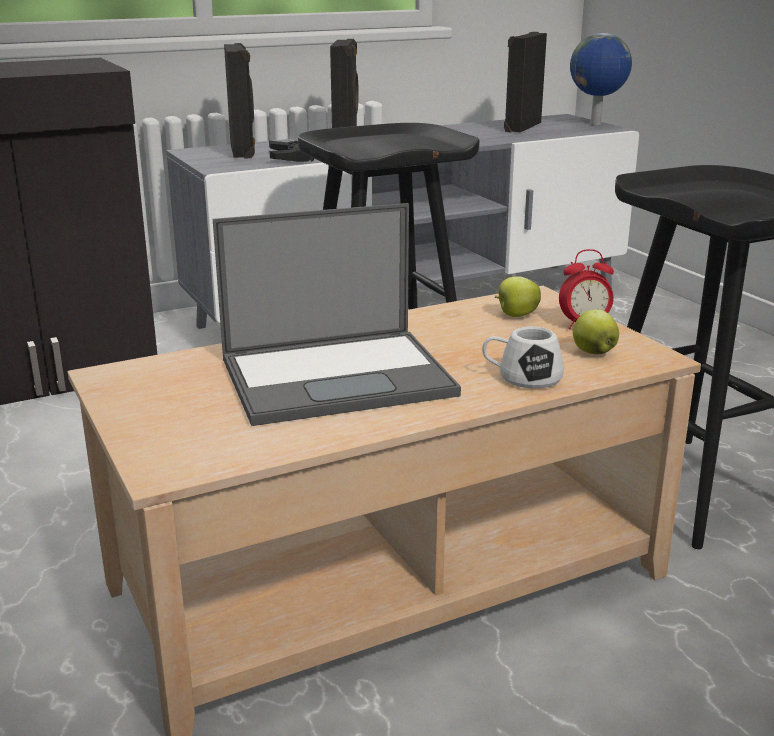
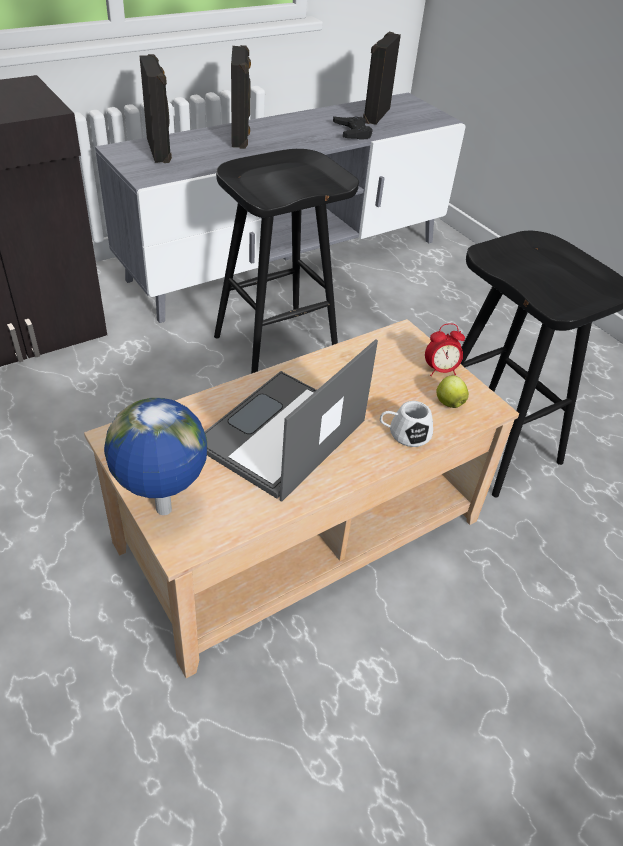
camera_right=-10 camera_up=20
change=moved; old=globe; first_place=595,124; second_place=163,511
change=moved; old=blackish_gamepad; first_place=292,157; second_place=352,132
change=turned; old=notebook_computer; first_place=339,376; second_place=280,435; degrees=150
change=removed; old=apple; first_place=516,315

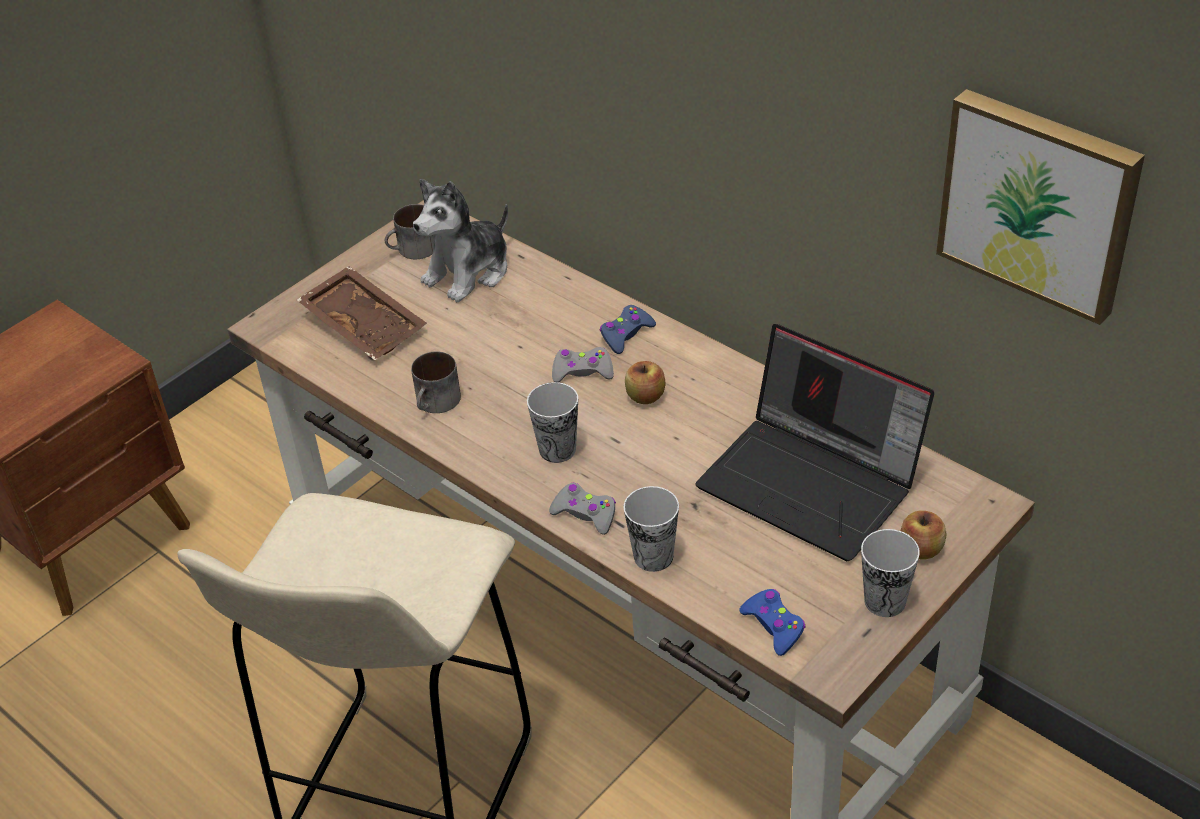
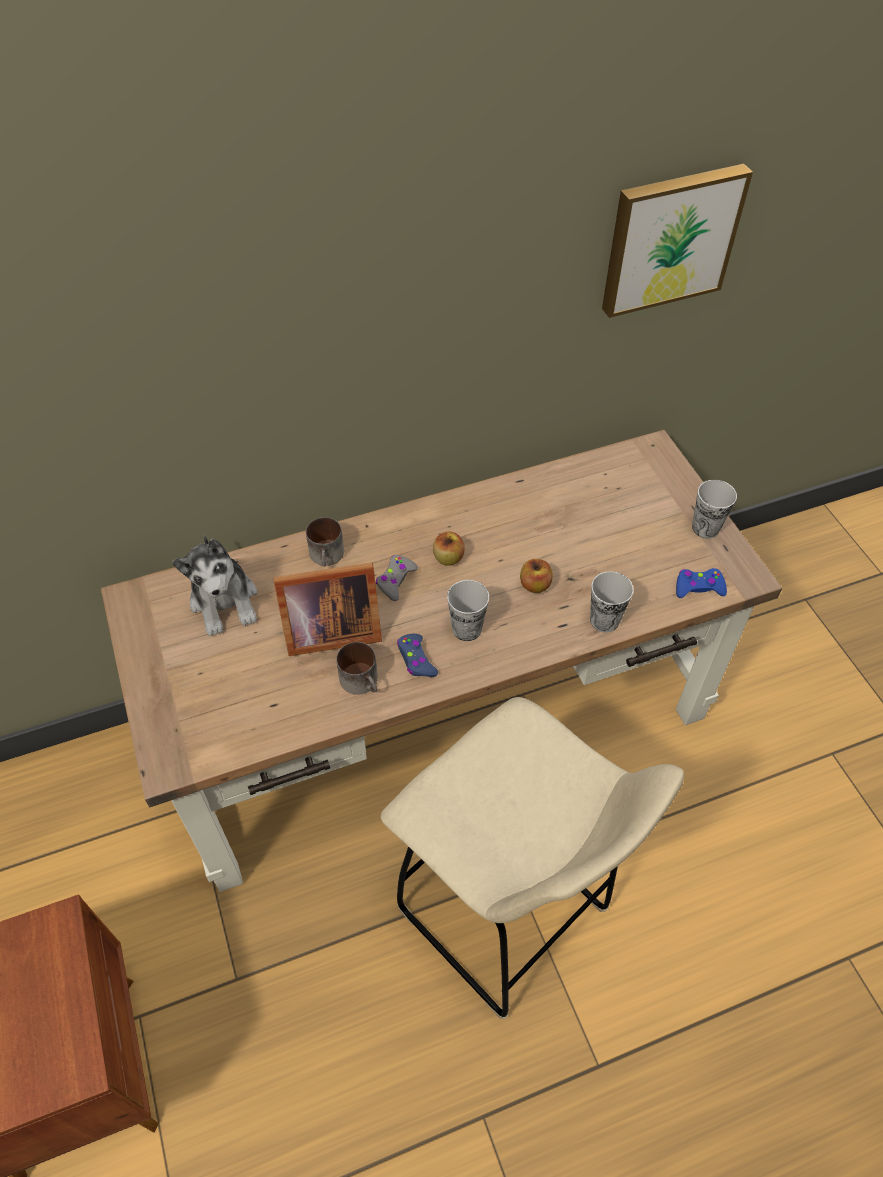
camera_right=-65 camera_up=10
change=moved; old=tea_mug; first_place=413,250; second_place=328,556
change=removed; old=brown-coloured_tray; first_place=366,324
change=moved; old=blue_gamepad; first_place=626,334; second_place=416,660
change=removed; old=notebook_computer; first_place=813,482
change=removed; old=grey_gamepad; first_place=585,514
change=moved; old=apple; first_place=921,549; second_place=535,585
change=added; new=photo_frame; second_place=328,631

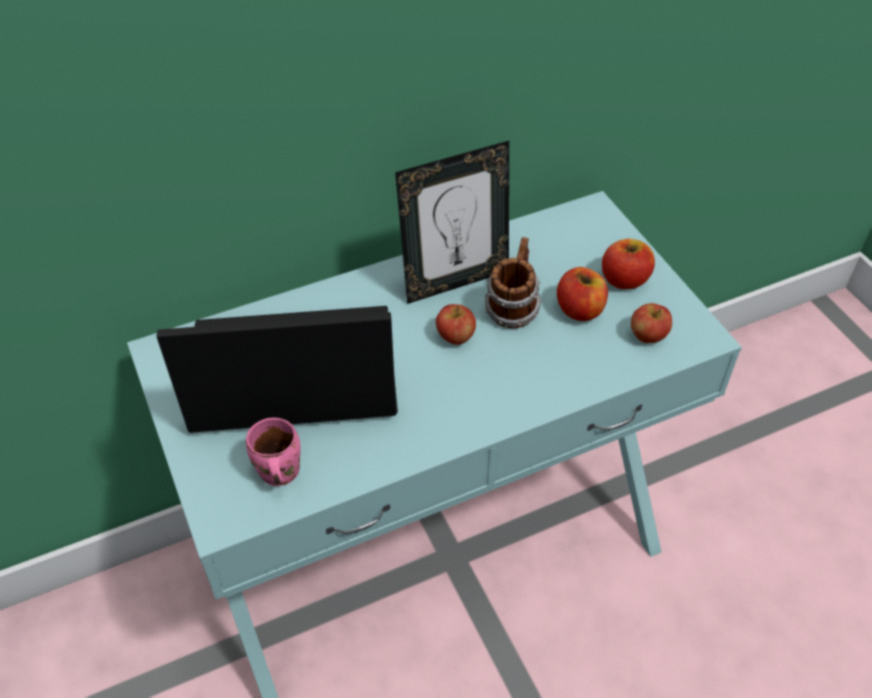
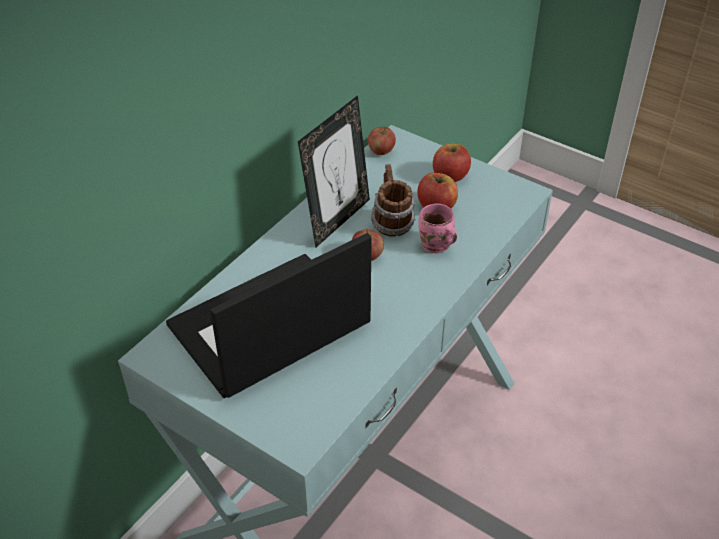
camera_right=-30 camera_up=-5
change=moved; old=apple; first_place=647,336; second_place=381,151
change=moved; old=pink_tea_mug; first_place=277,473; second_place=435,246

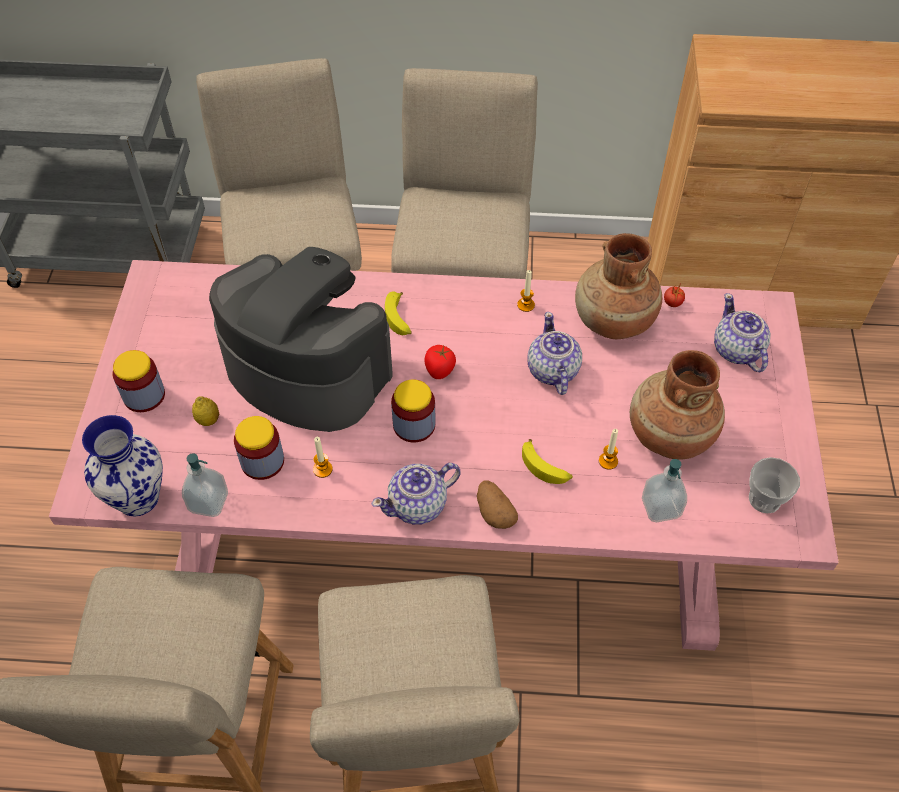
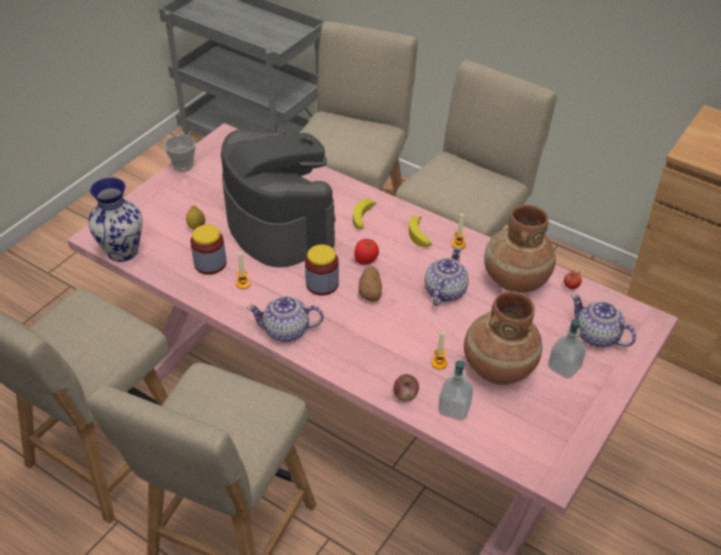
camera_right=30 camera_up=-10
change=turned; old=tea_pot; first_place=737,351; second_place=597,336; degrees=-60
change=removed; old=storage_jar; first_place=144,395
change=moved; old=whole_banana; first_place=545,467; second_place=420,236
change=moved; old=liquid_soap_bottle; first_place=208,502; second_place=564,367
change=moved; old=cup; first_place=764,499; second_place=183,165
change=moved; old=spud; first_place=494,512; second_place=370,291
change=added; new=apple; second_place=405,395

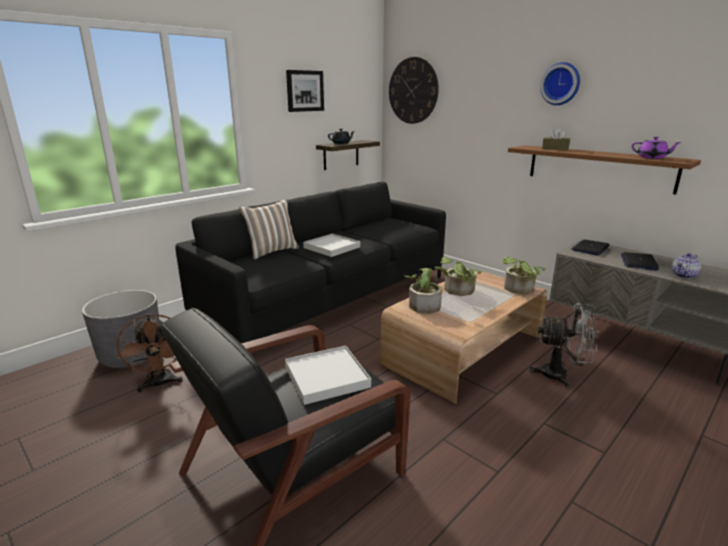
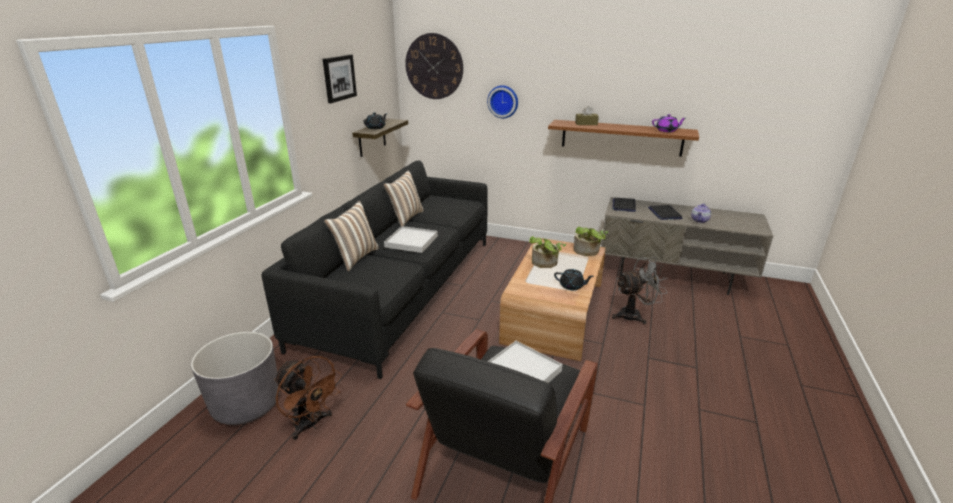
camera_right=-25 camera_up=5
change=moved; old=clock_on_the_wall; first_place=561,84; second_place=503,101
change=removed; old=potted_plant; first_place=425,304
change=added; new=throw_pillow; second_place=405,218
change=added; new=blackish_tea_pot; second_place=572,286

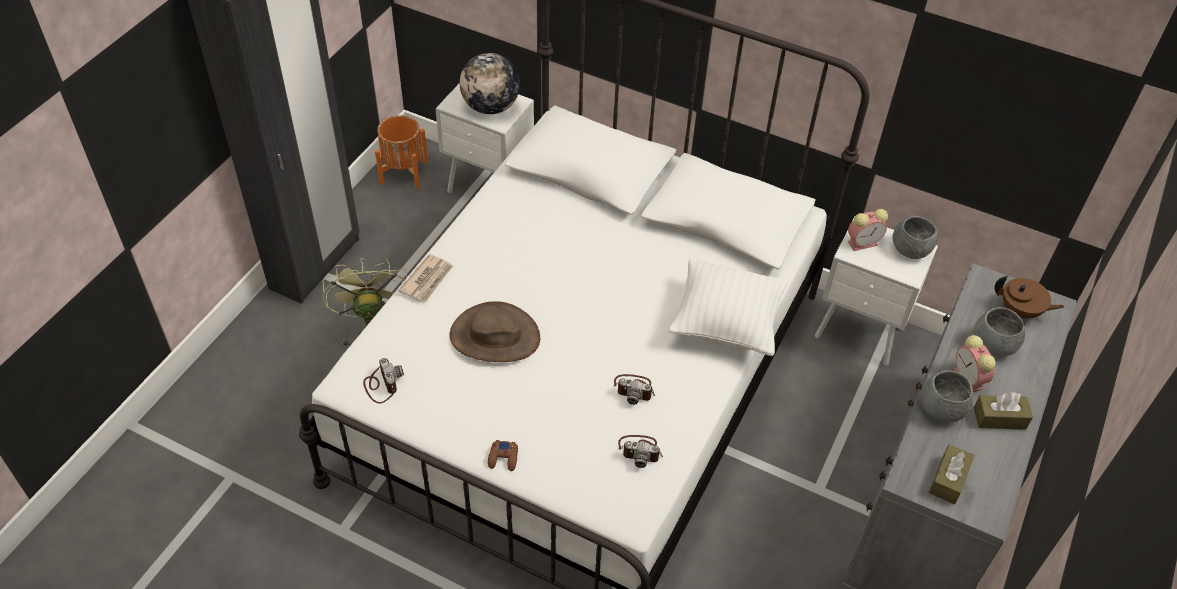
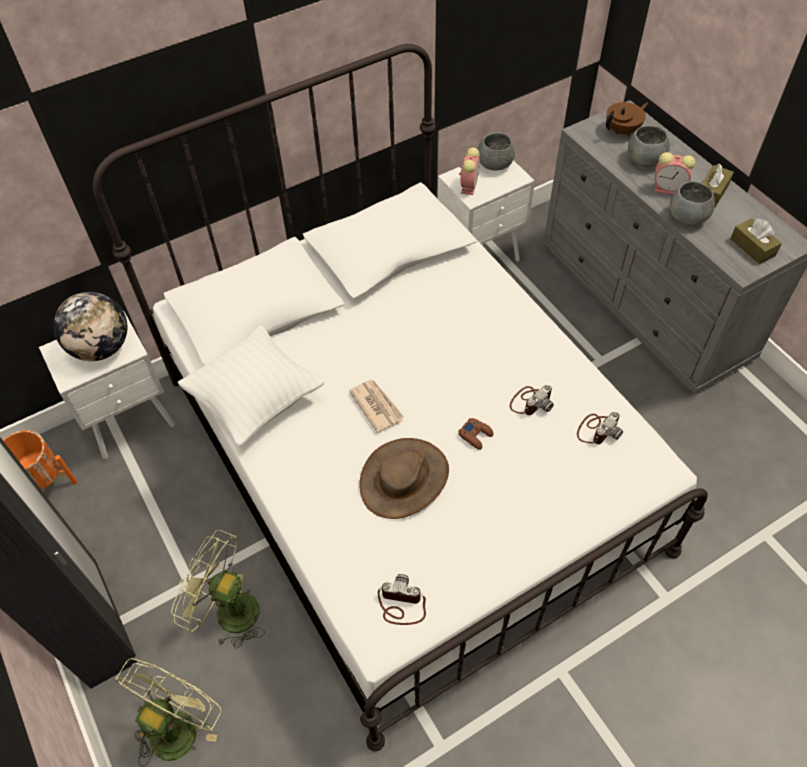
camera_right=-55 camera_up=5
change=moved; old=printed_paper; first_place=427,280; second_place=376,406
change=moved; old=white_throw_pillow; first_place=726,324; second_place=255,400
change=moved; old=brown-coloured_gamepad; first_place=503,458; second_place=475,435
change=added; new=green_cooling_fan; second_place=178,724

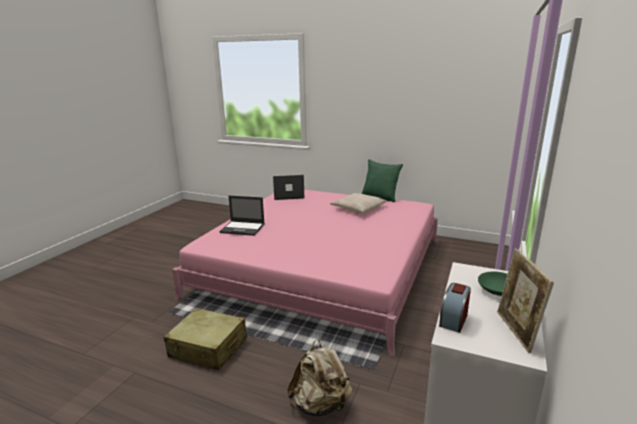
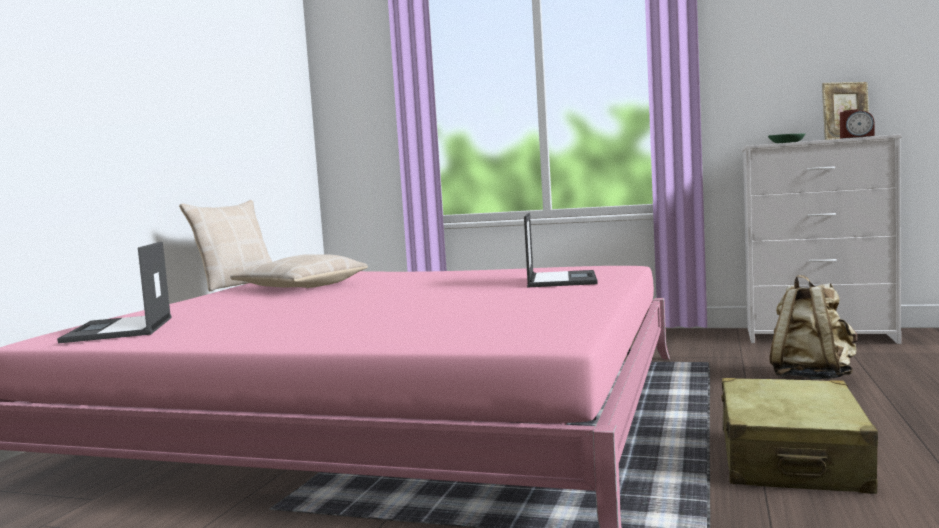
camera_right=-95 camera_up=-15
change=recoloured; old=green_throw_pillow; new=beige-coloured_throw_pillow; first_place=380,197; second_place=236,284
change=moved; old=notebook_computer; first_place=243,228; second_place=561,280

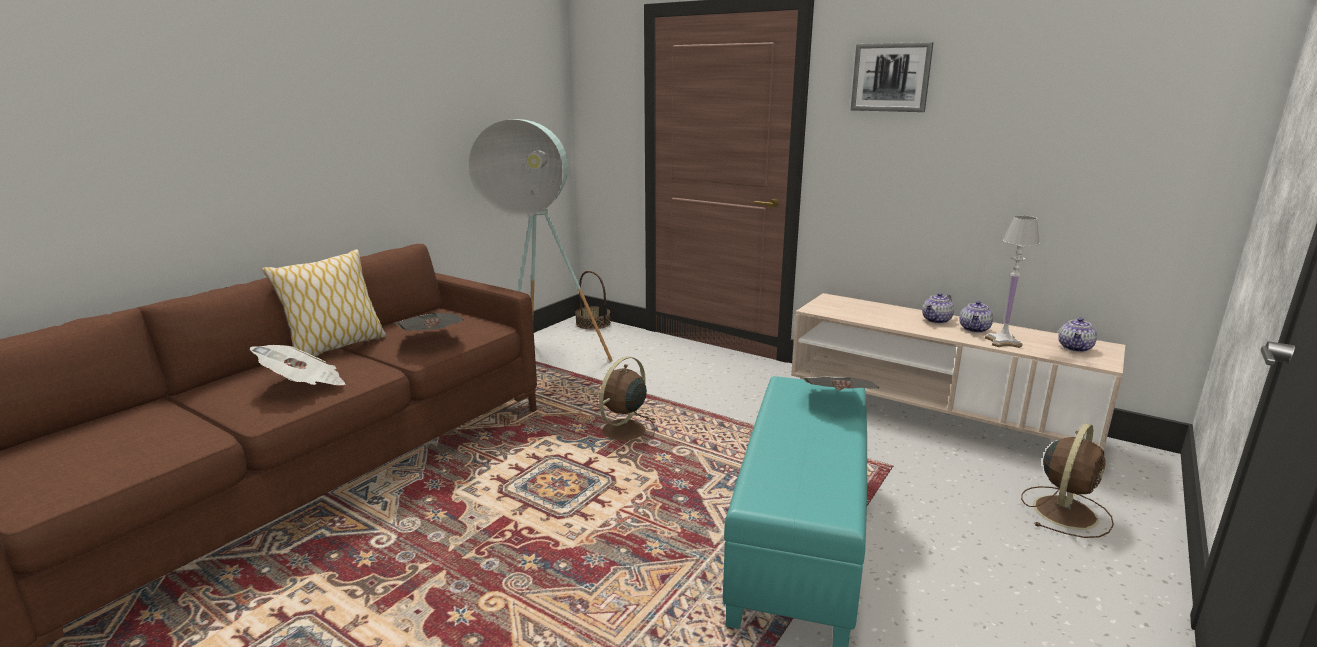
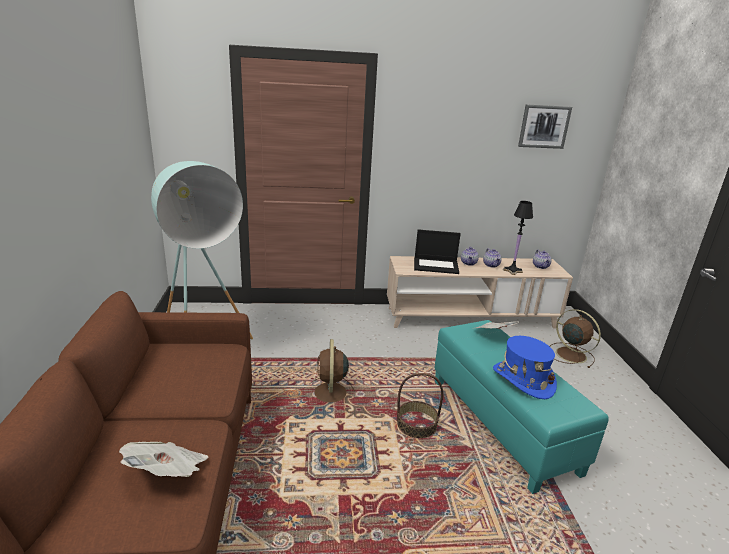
camera_right=-40 camera_up=5
change=moved; old=wall_art; first_place=891,77; second_place=544,126
change=recoloured; old=white_lamp_for_a_table; new=blackish_lamp_for_a_table; first_place=1003,342; second_place=512,270
change=removed; old=throw_pillow; first_place=336,347
change=moved; old=basket; first_place=593,323; second_place=417,425
change=removed; old=printed_paper; first_place=432,339
change=turned; old=brown-coloured_cooling_fan; first_place=1065,511; second_place=569,354; degrees=-45
change=added; new=notebook_computer; second_place=436,265
change=added; new=blue_hat; second_place=523,380

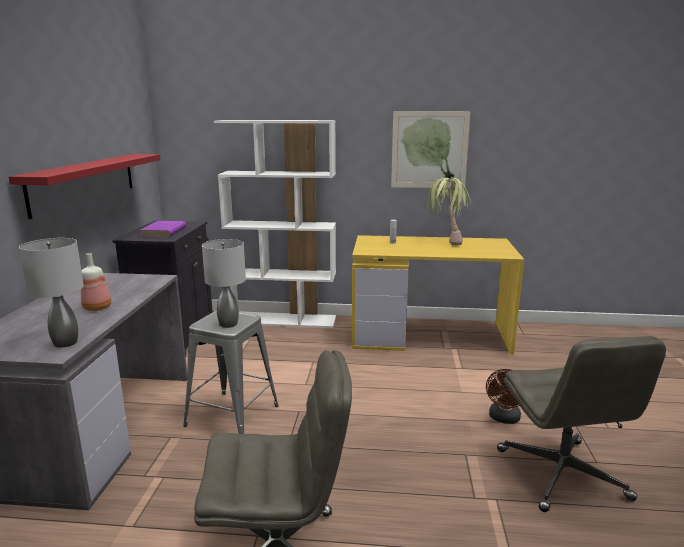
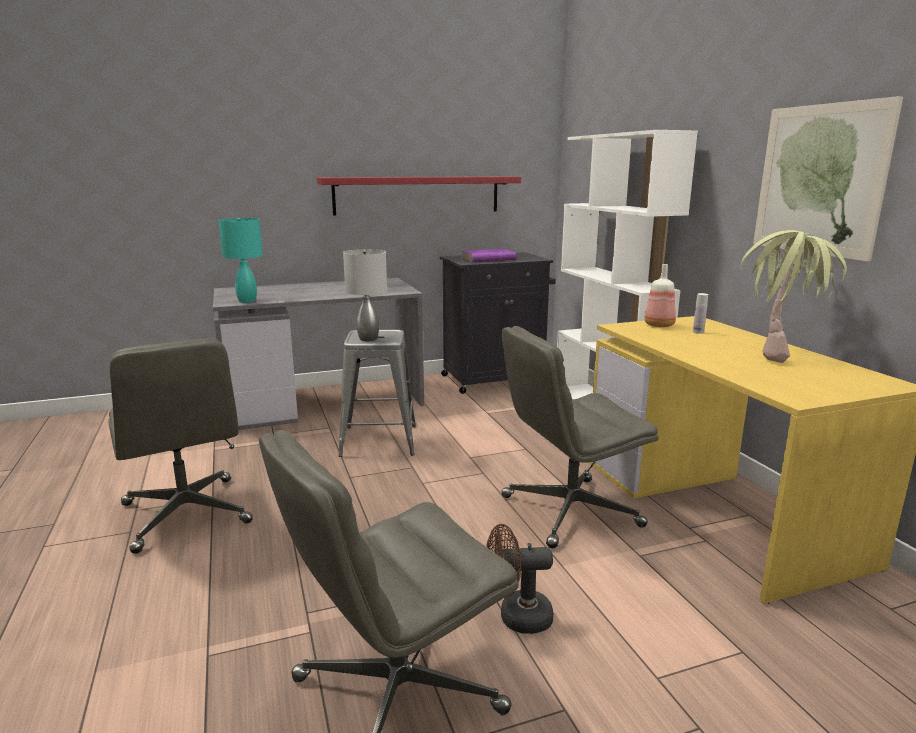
camera_right=65 camera_up=0
change=recoloured; old=grey_lamp_for_a_table; new=blue-green_lamp_for_a_table; first_place=65,343; second_place=246,301
change=moved; old=beverage_bottle; first_place=98,307; second_place=660,325
change=added; new=grey_desk_chair; second_place=569,512

